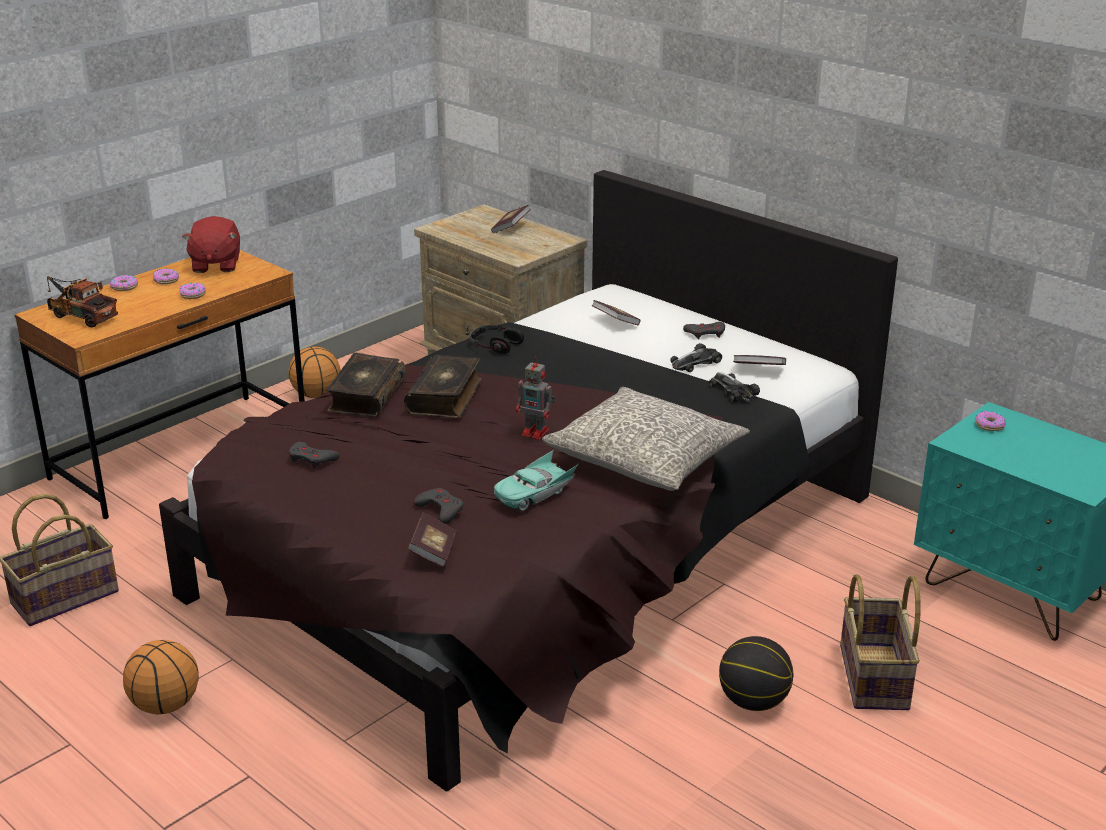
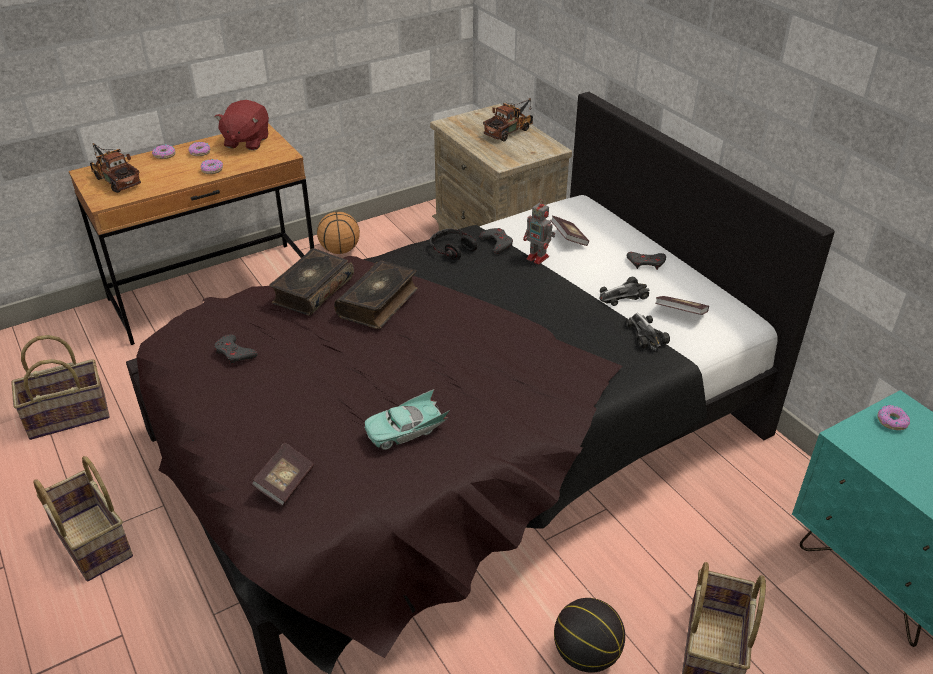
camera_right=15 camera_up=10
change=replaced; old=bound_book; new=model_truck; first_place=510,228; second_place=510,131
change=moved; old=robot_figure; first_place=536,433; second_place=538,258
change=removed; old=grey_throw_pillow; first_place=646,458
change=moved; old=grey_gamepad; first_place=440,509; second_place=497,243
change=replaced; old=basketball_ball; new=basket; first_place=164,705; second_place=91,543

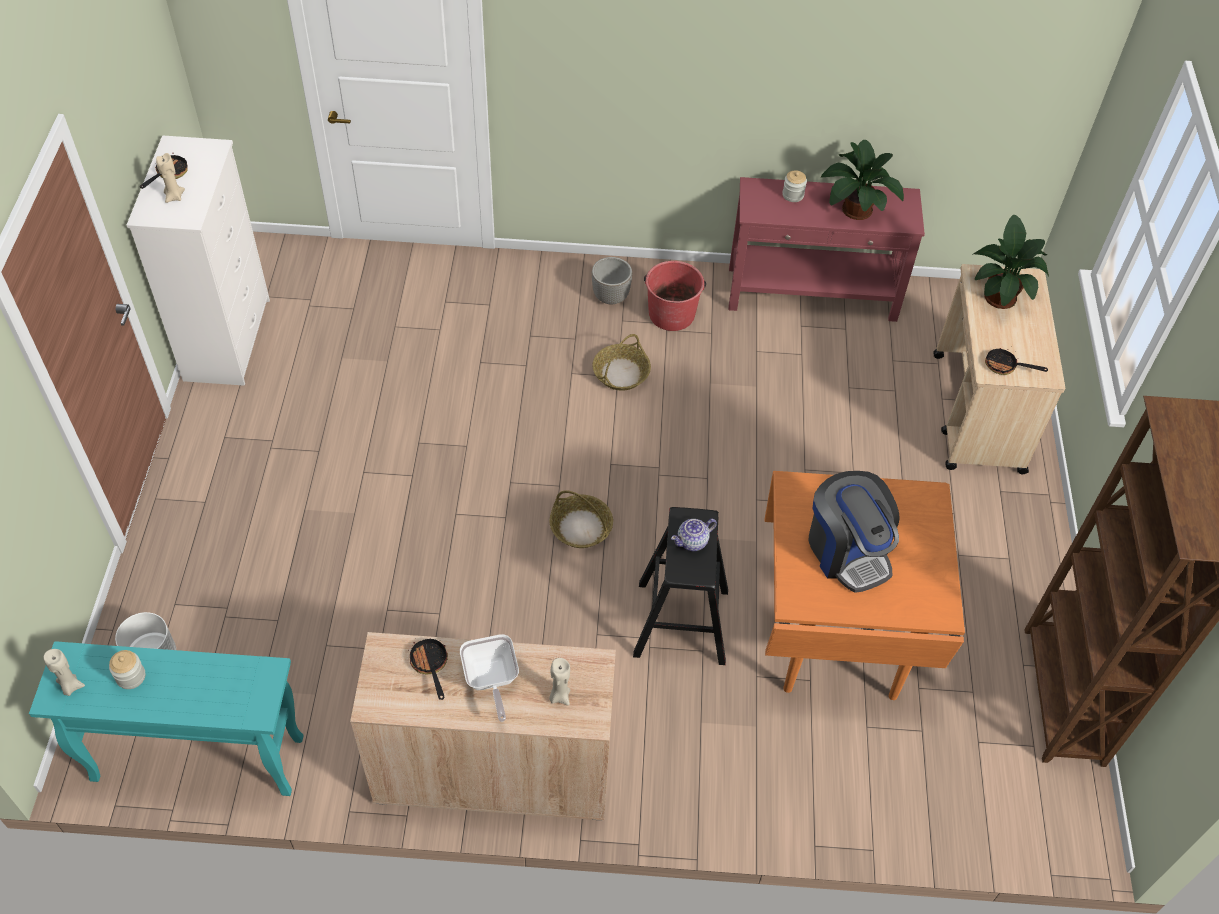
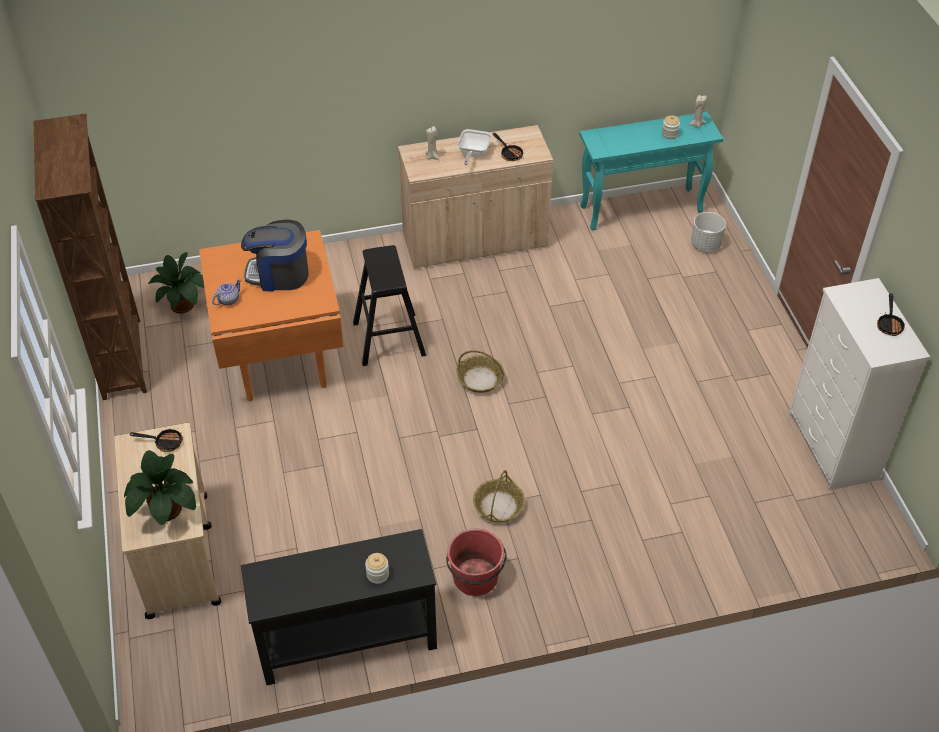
camera_right=165 camera_up=-5
change=moved; old=potted_plant; first_place=854,208; second_place=184,305
change=removed; old=beige-coloured_wax_candle; first_place=174,197
change=recoloured; old=red-coloured_console_table; new=blackish_console_table; first_place=812,295; second_place=346,640
change=removed; old=flower_pot; first_place=611,297
change=turned; old=coffee_machine; first_place=848,551; second_place=279,274; degrees=-45
change=moved; old=tea_pot; first_place=693,541; second_place=228,300
change=turned; old=pan; first_place=491,680; second_place=473,154; degrees=-135

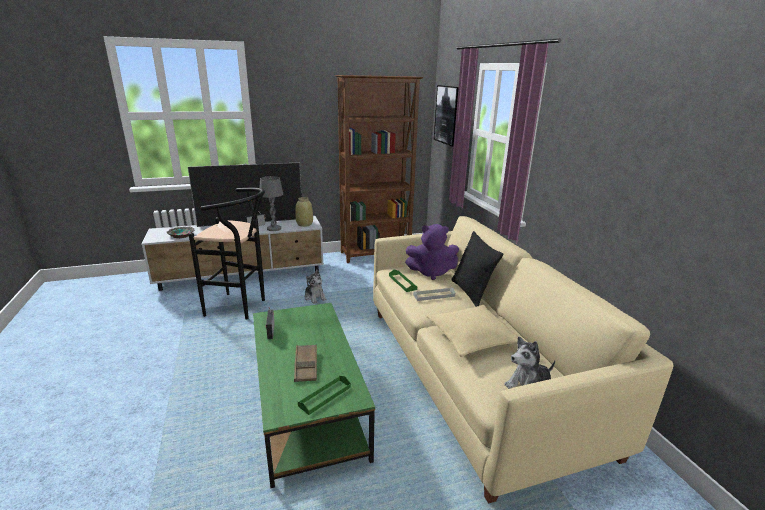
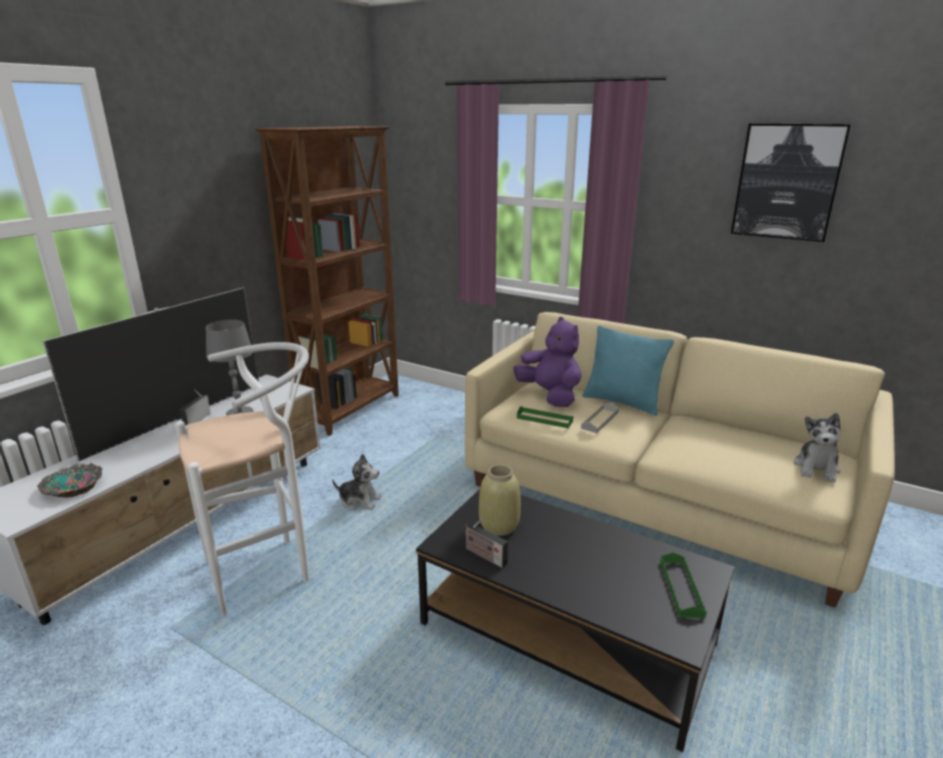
camera_right=-40 camera_up=0
change=moved; old=wall_art; first_place=448,115; second_place=787,182
change=recoloured; old=blackish_stool_seat; new=white_stool_seat; first_place=241,308; second_place=268,569
change=moved; old=beige-coloured_vase; first_place=304,224; second_place=498,525
change=turned; old=purple-coloured_plush_toy; first_place=432,272; second_place=550,396; degrees=-90
change=recoloured; old=blackish_throw_pillow; new=blue-green_throw_pillow; first_place=471,292; second_place=622,402
change=recoloured; old=green_coffee_table; new=blackish_coffee_table; first_place=308,404; second_place=566,633
change=removed; old=beige-coloured_throw_pillow; first_place=472,338
change=removed; old=brown-coloured_tray; first_place=306,366

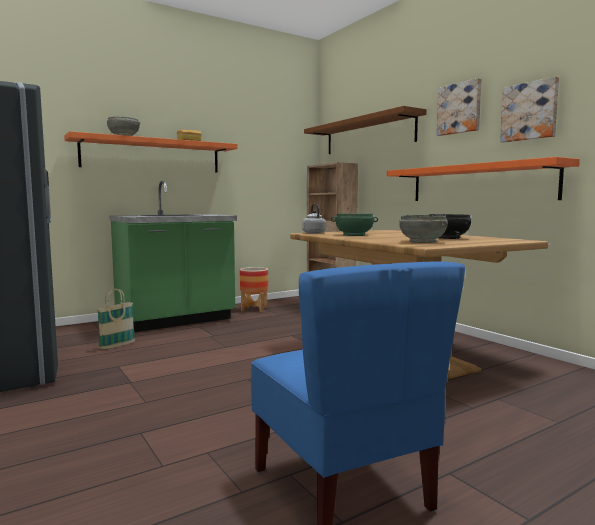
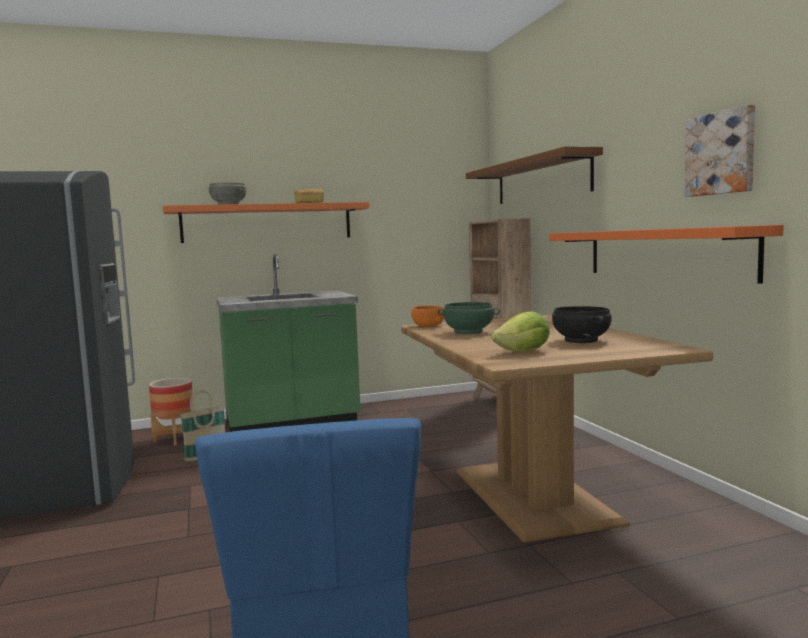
camera_right=15 camera_up=0
change=removed; old=wall_art; first_place=459,108
change=replaced; old=grey_tea_kettle; new=orange-coloured_deep_dish; first_place=313,233; second_place=428,325
change=replaced; old=grey_deep_dish; new=lettuce; first_place=423,242; second_place=523,352
change=moved; old=flower_pot; first_place=254,309; second_place=175,439

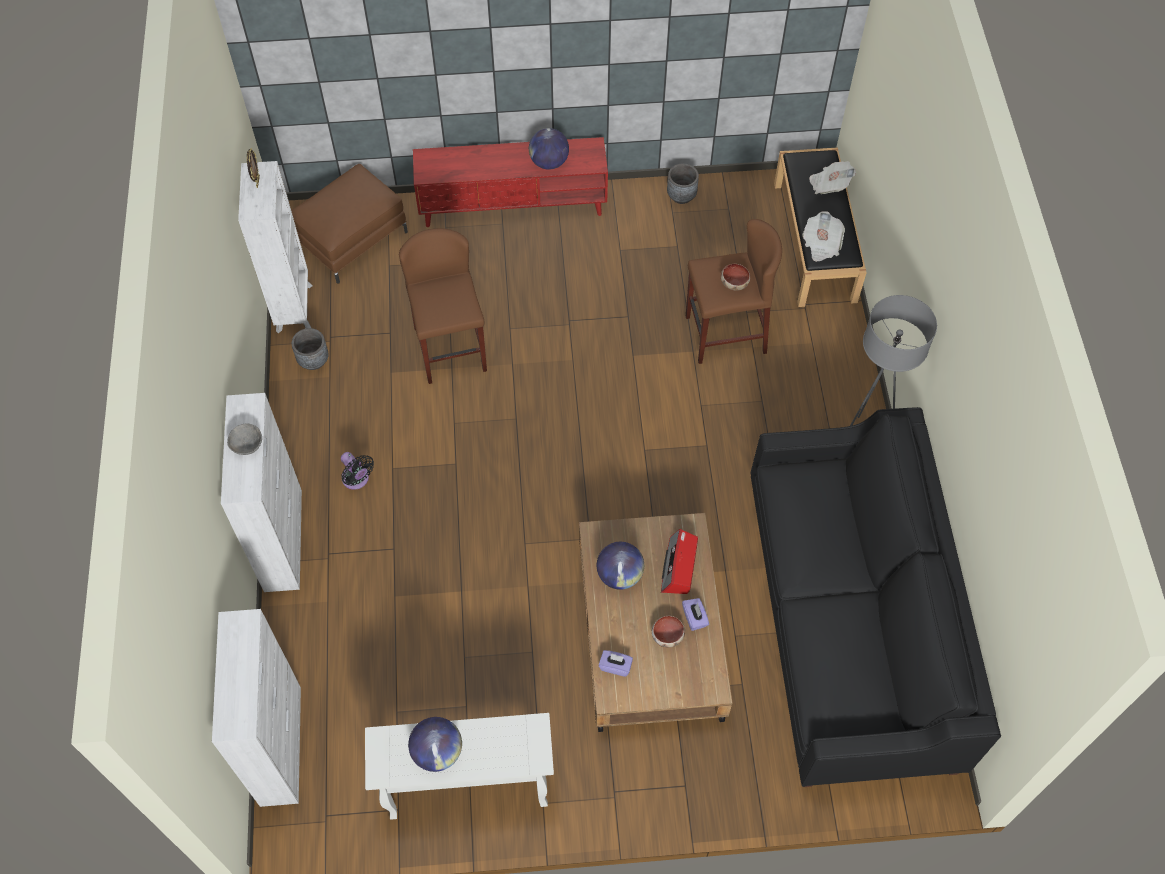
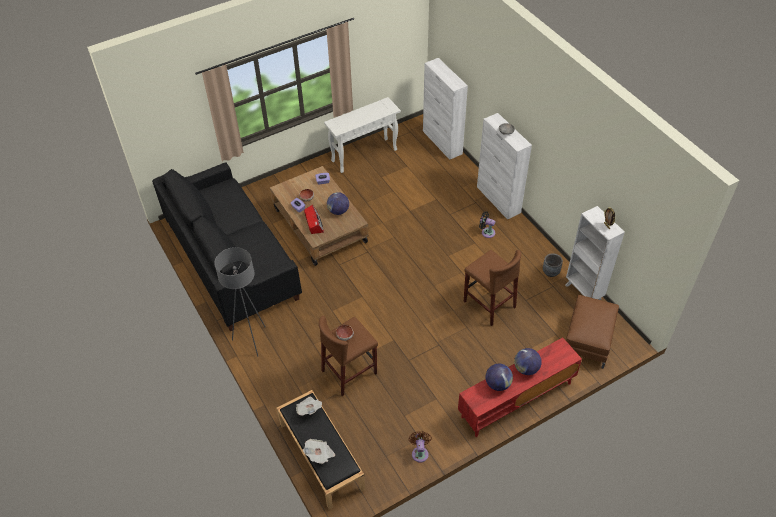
camera_right=155 camera_up=-10
change=replaced; old=grey_flower_pot; new=brown-coloured_cooling_fan; first_place=681,196; second_place=420,452
change=moved; old=globe; first_place=437,752; second_place=526,368

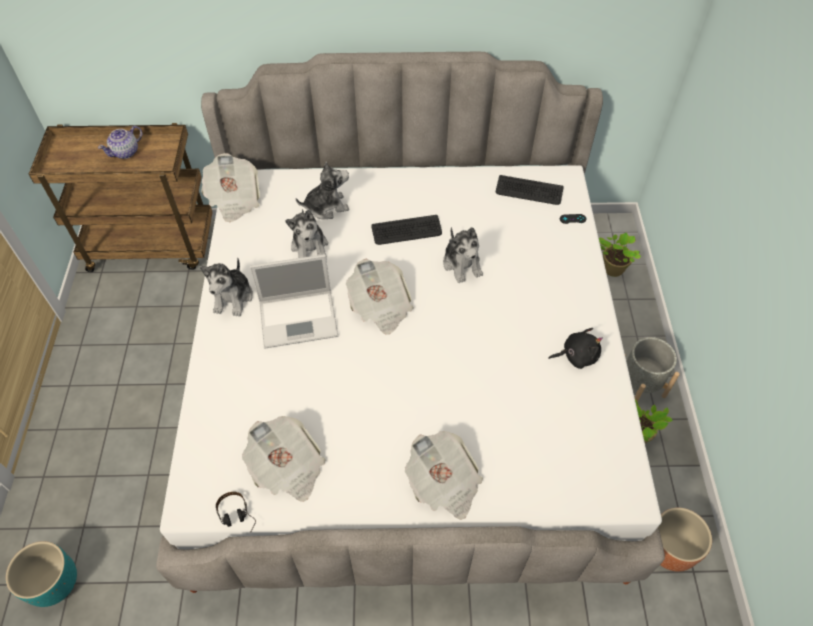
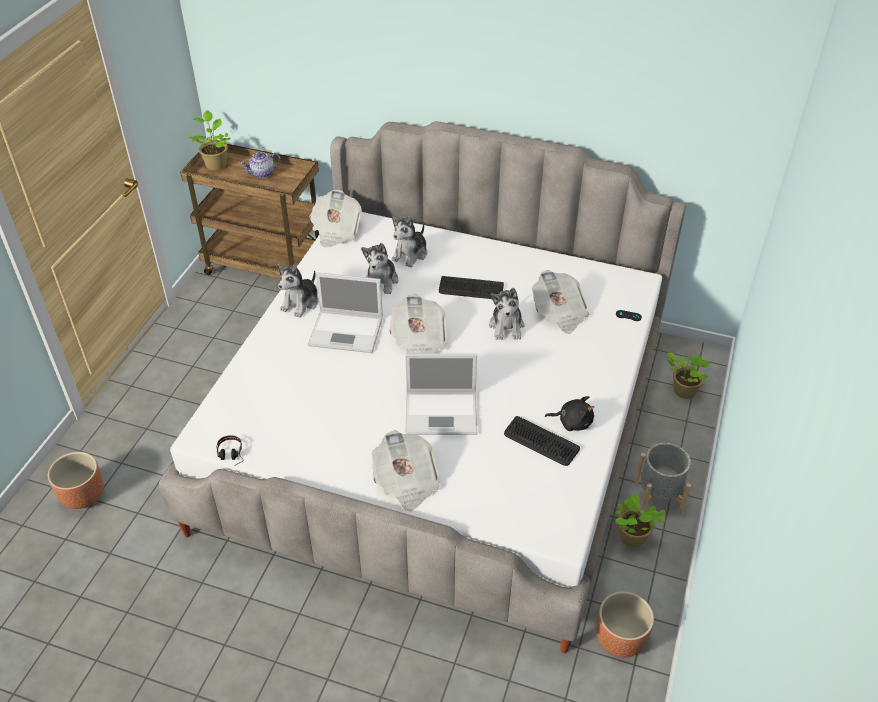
camera_right=20 camera_up=-10
change=turned; old=plush_toy; first_place=326,206; second_place=410,254; degrees=120
change=moved; old=PC_keyboard; first_place=529,191; second_place=541,442
change=moved; old=printed_paper; first_place=287,468; second_place=559,313
change=recoloured; old=blue-green_flower_pot; new=brown-coloured_flower_pot; first_place=54,582; second_place=83,495
change=added; new=potted_plant; second_place=216,164
change=added; new=notebook_computer; second_place=442,413

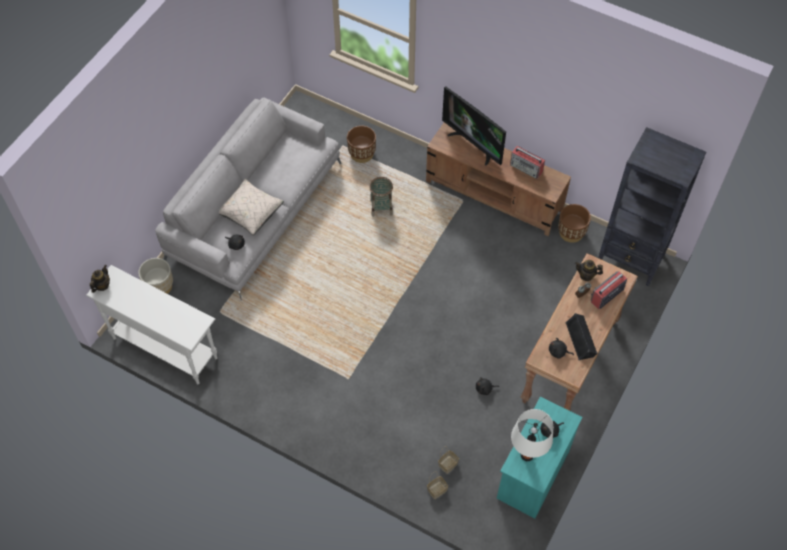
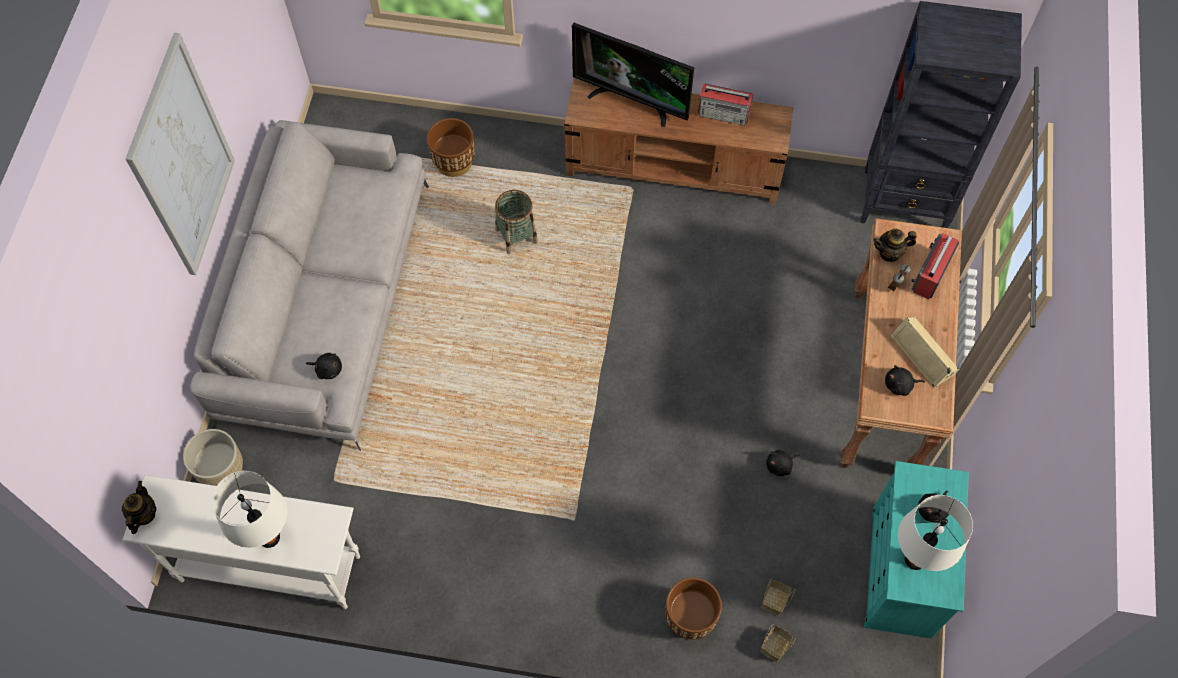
camera_right=-20 camera_up=5
change=removed; old=beige-coloured_throw_pillow; first_place=250,212
change=moved; old=brown-coloured_flower_pot; first_place=571,232; second_place=690,617
change=recoloured; old=blackish_speaker; new=beige-coloured_speaker; first_place=581,339; second_place=924,353
change=added; new=wall_art; second_place=182,159
change=added; new=white_lamp_for_a_table; second_place=269,537

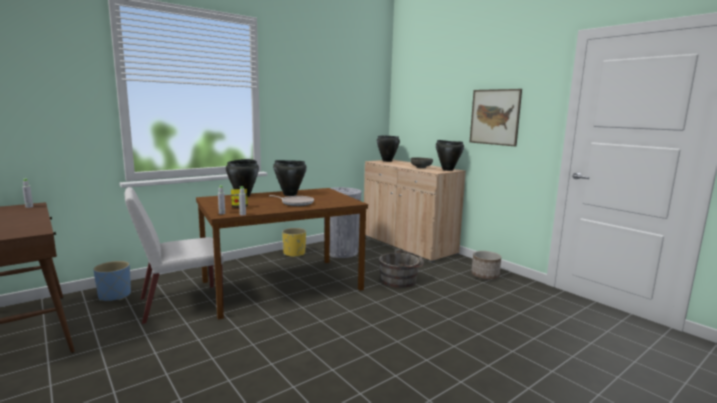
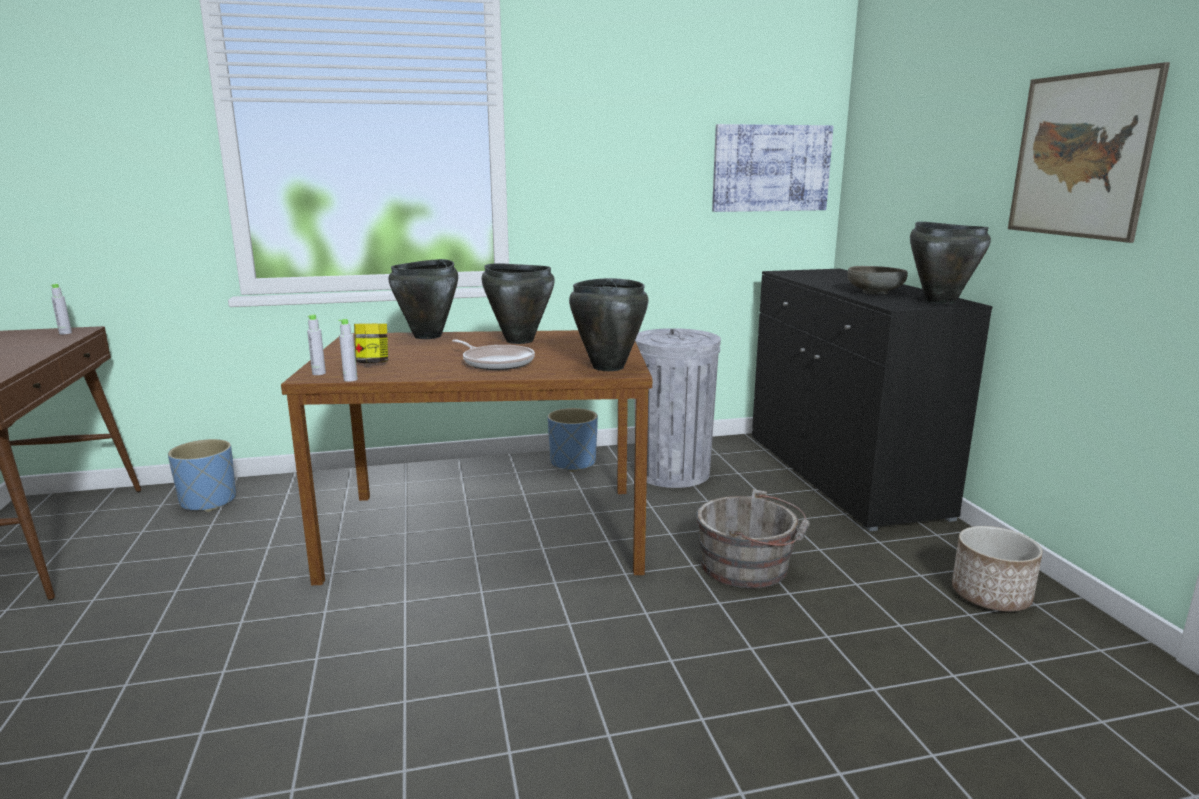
camera_right=25 camera_up=5
change=moved; old=blackish_saucepot; first_place=387,161; second_place=607,367
change=recoloured; old=beige-coloured_cabinet; new=blackish_cabinet; first_place=407,244; second_place=841,475
change=removed; old=white_chair; first_place=179,304
change=recoloured; old=yellow_flower_pot; new=blue_flower_pot; first_place=294,254; second_place=572,463
change=added; new=wall_art; second_place=771,168

